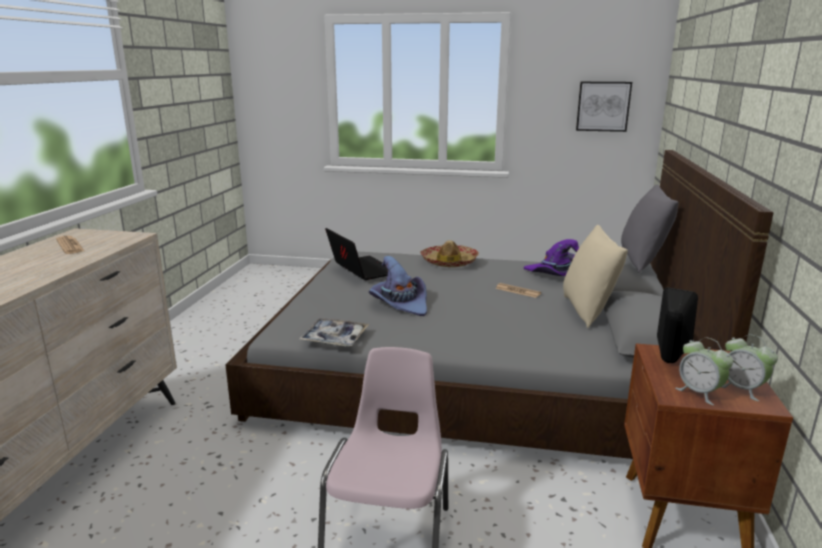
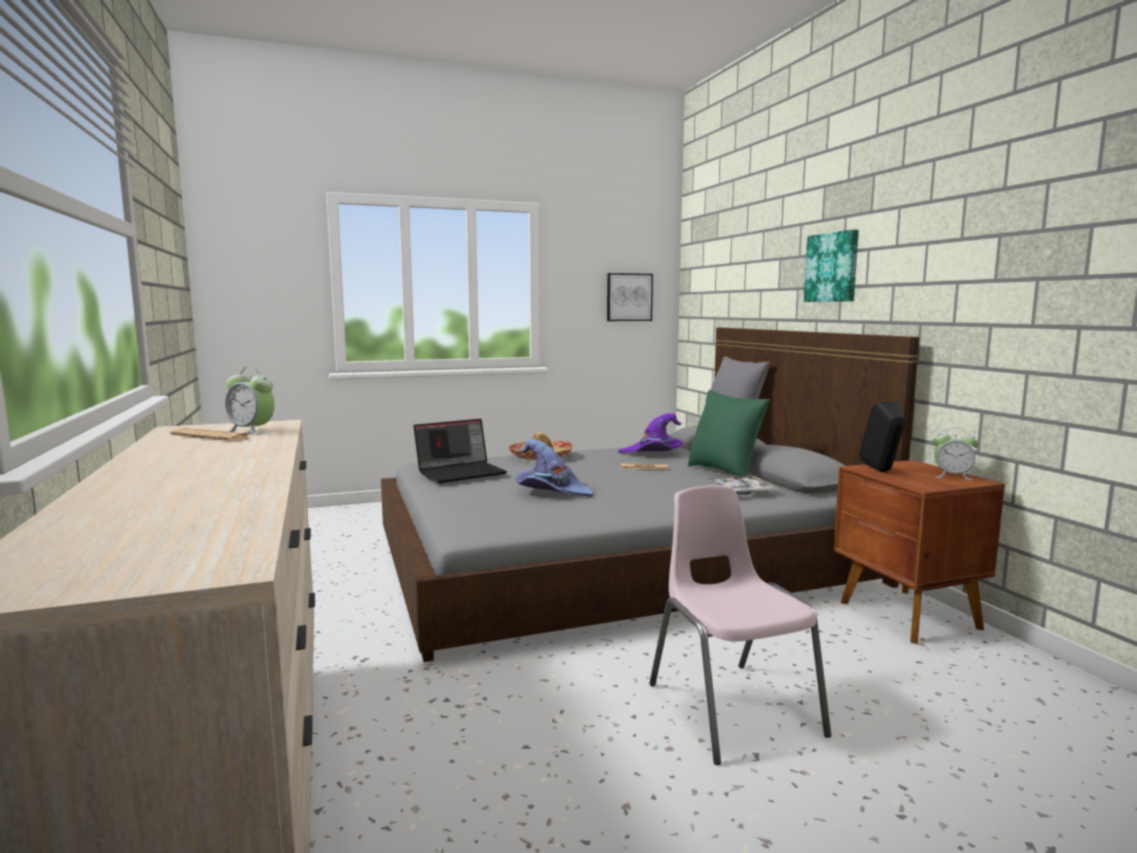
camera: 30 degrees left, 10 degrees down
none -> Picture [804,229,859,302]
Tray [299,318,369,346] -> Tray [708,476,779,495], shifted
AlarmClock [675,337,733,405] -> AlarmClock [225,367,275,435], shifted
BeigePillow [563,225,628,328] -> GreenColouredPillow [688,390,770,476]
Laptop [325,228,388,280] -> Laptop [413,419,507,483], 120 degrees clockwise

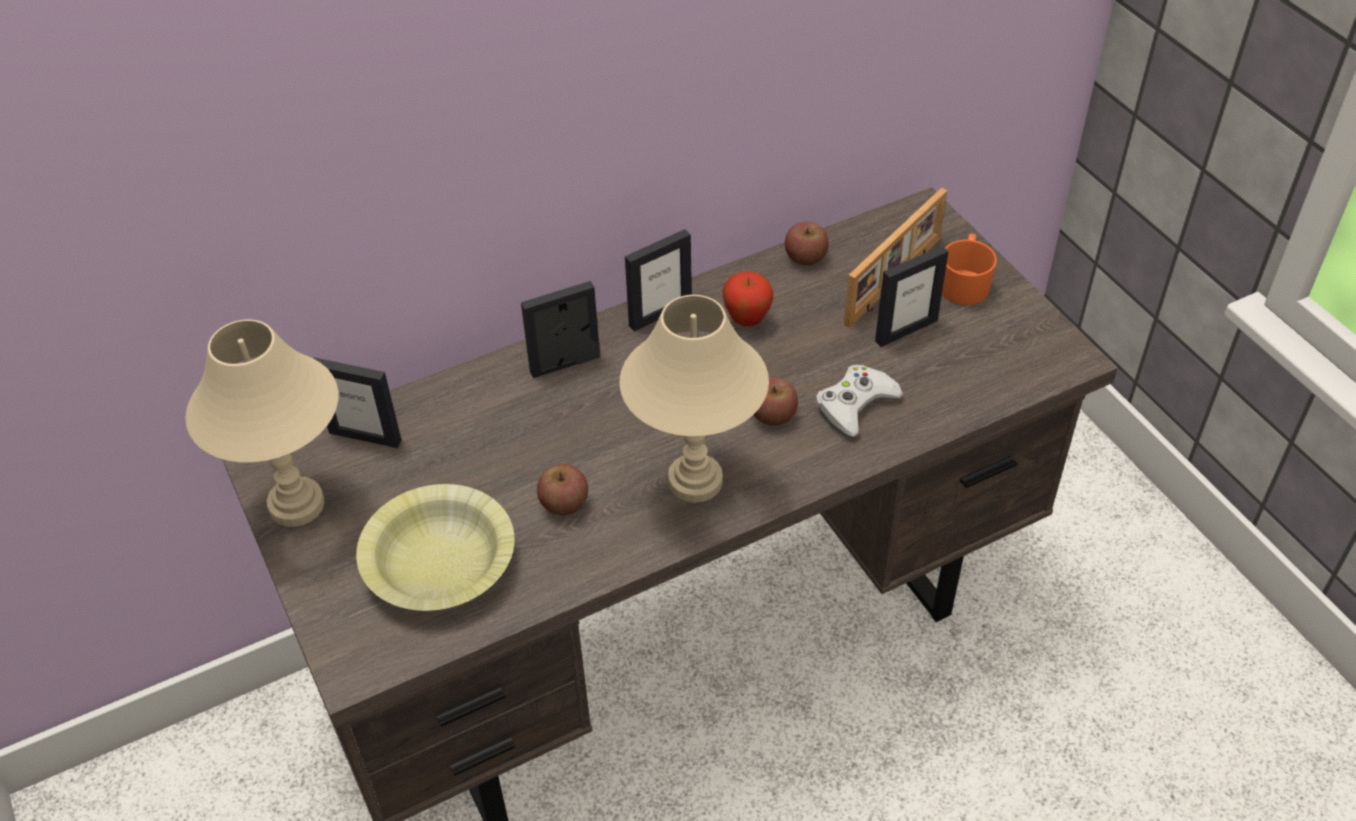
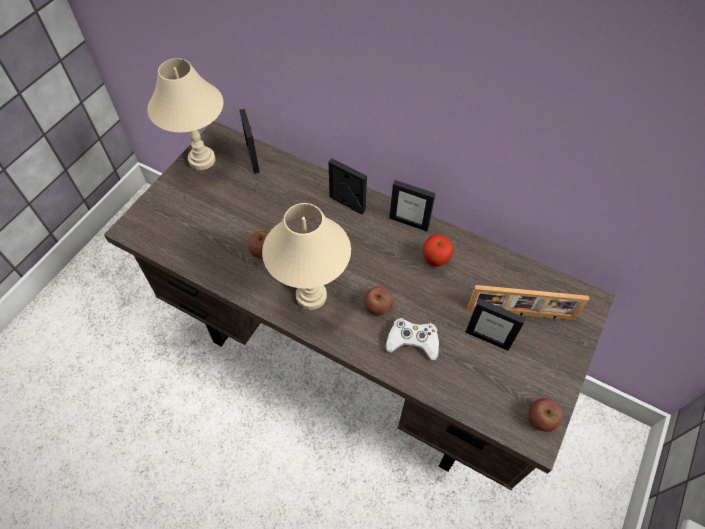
camera: 55 degrees right, 10 degrees up
YellowServingBowl [356,484,515,611] -> none
OrangeColouredCoffeeMug [942,233,997,305] -> none
WholeApple [785,221,829,265] -> WholeApple [529,398,563,432], shifted

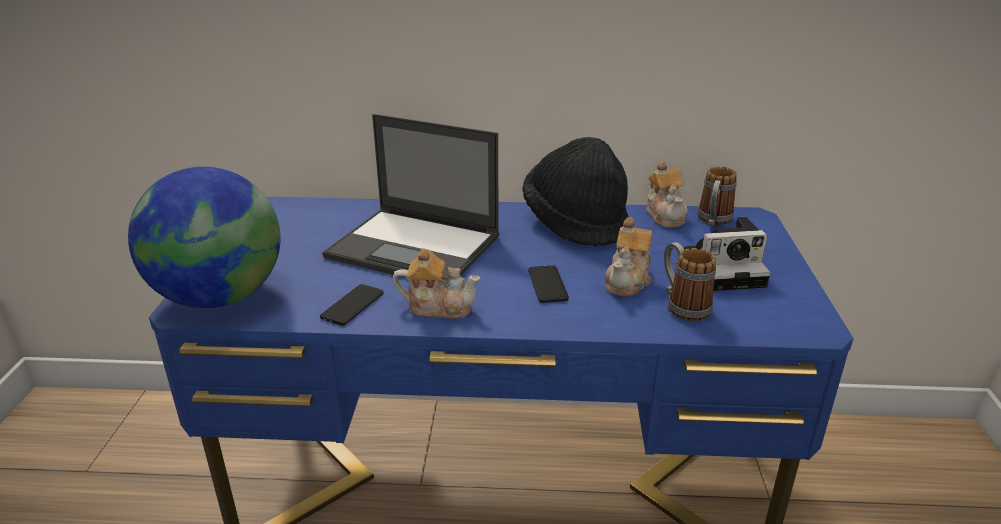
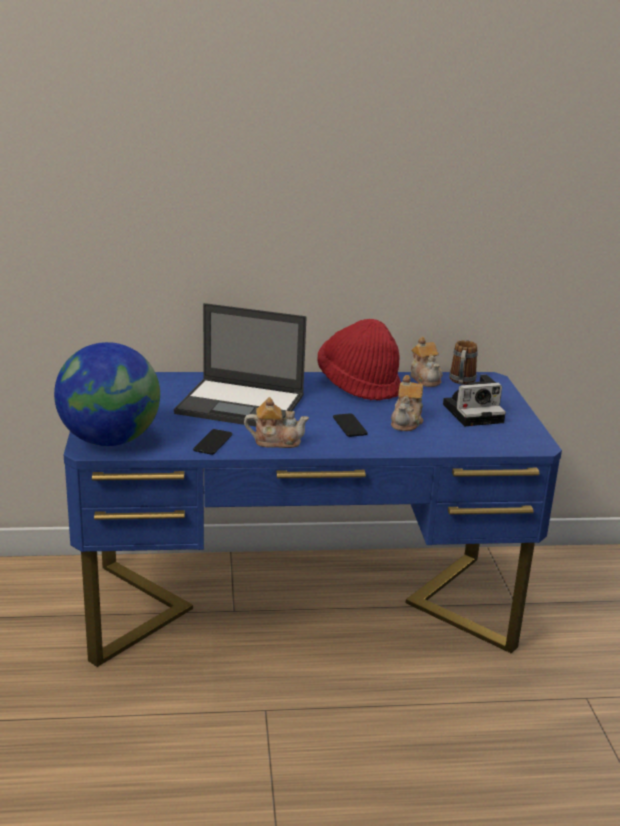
camera: 10 degrees left, 5 degrees down
CoffeeMug [664,242,716,321] -> none
BlackClothingHat [522,137,629,247] -> RedColouredClothingHat [317,319,401,401]

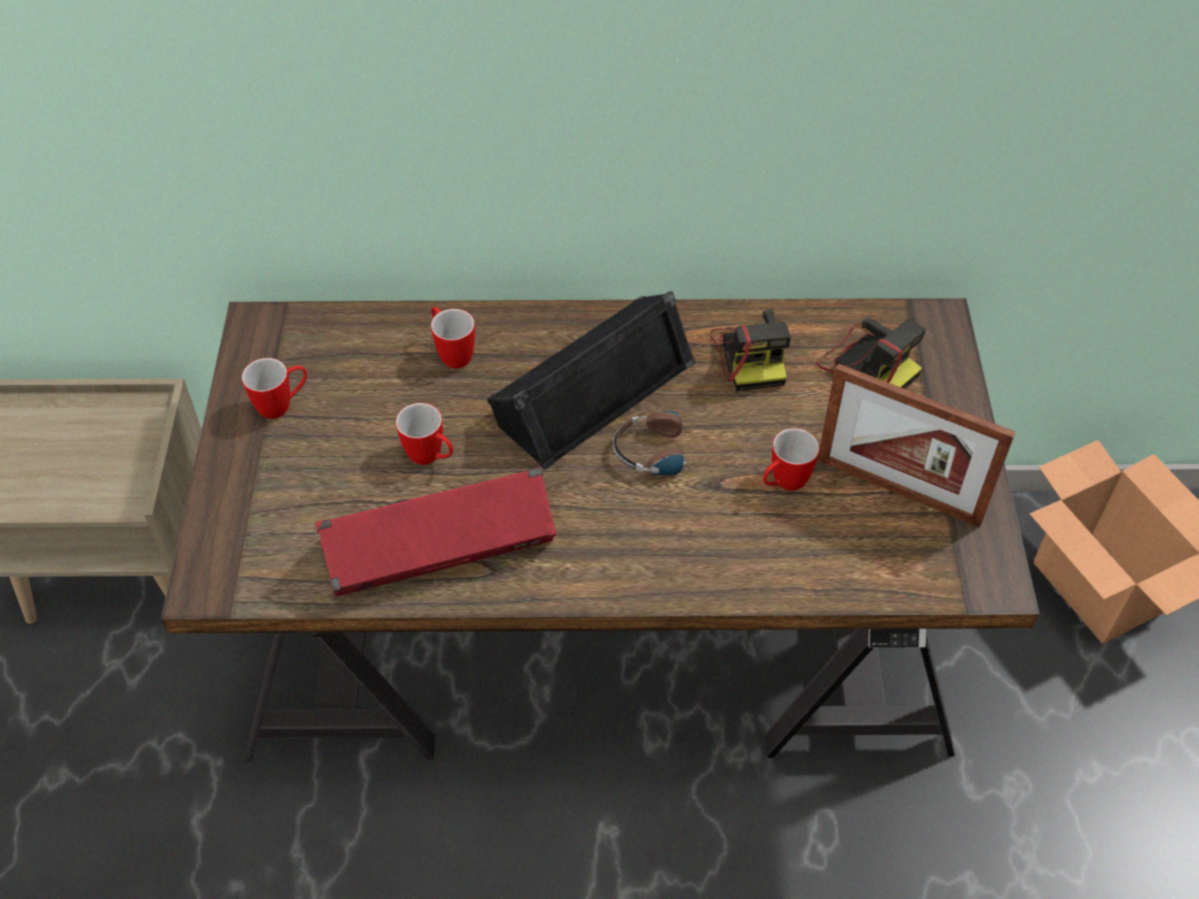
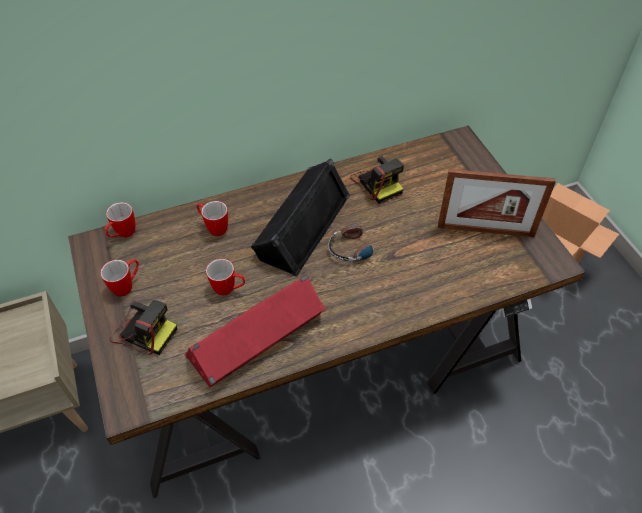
camera: 20 degrees left, 0 degrees up
CoffeeMug [763,428,820,491] -> CoffeeMug [105,202,136,238], shifted
PhotoCamera [817,315,926,389] -> PhotoCamera [110,300,177,355], shifted

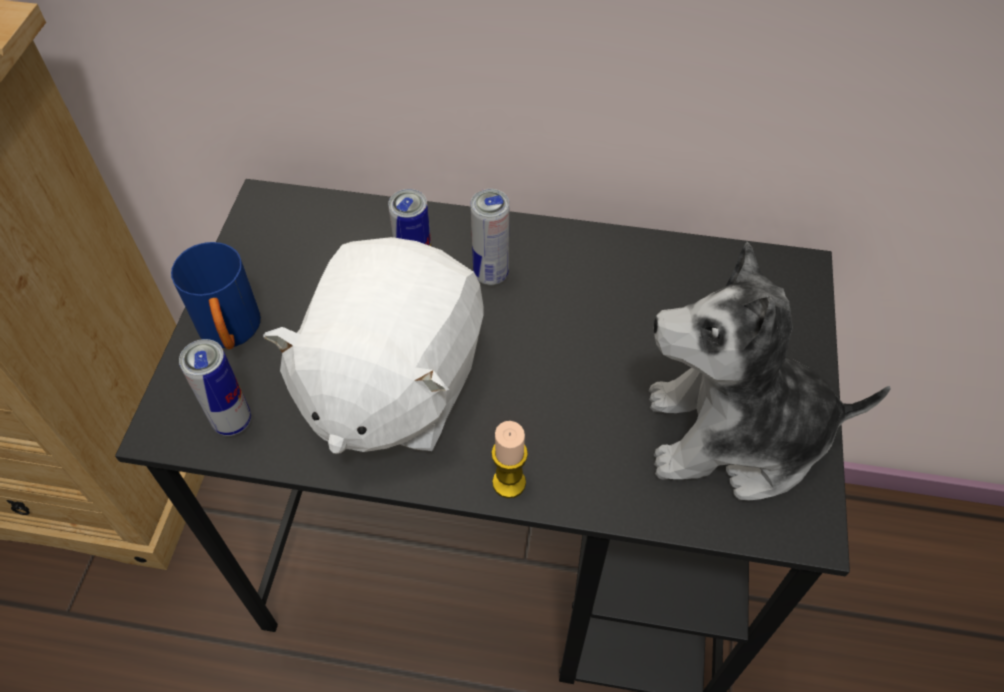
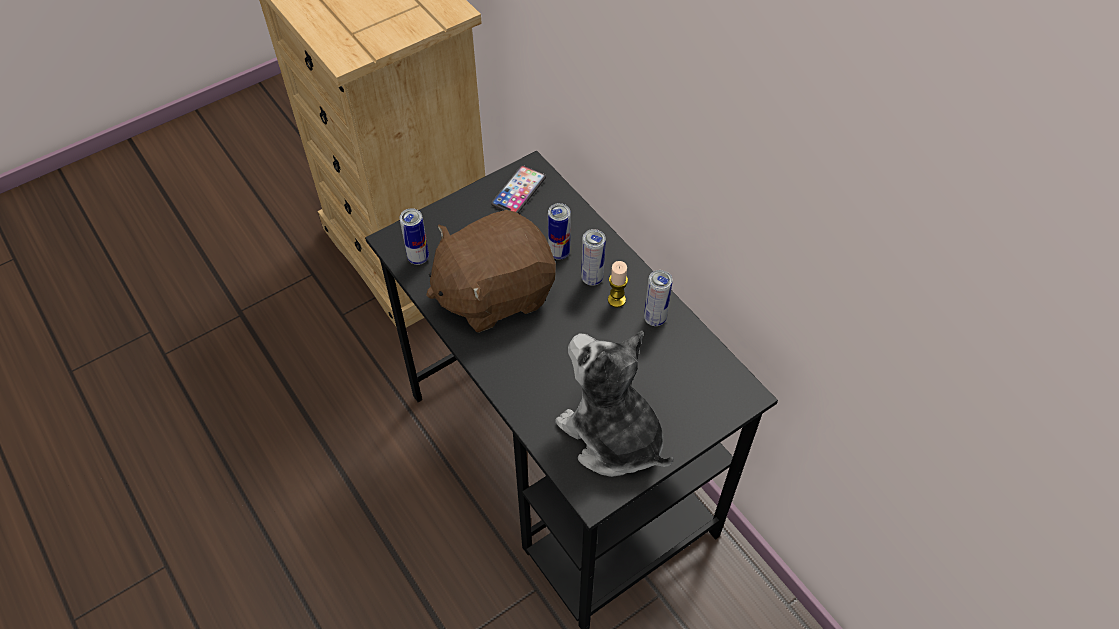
camera: 45 degrees right, 0 degrees up
BlueCoffeeMug [171,242,261,349] -> none
none -> Telephone [491,165,546,213]
none -> SealedCan [644,270,672,326]
WaxCandle [491,421,528,498] -> WaxCandle [608,261,628,308], shifted
WhiteColouredPlushToy [263,237,483,454] -> BrownishPlushToy [426,210,556,333]

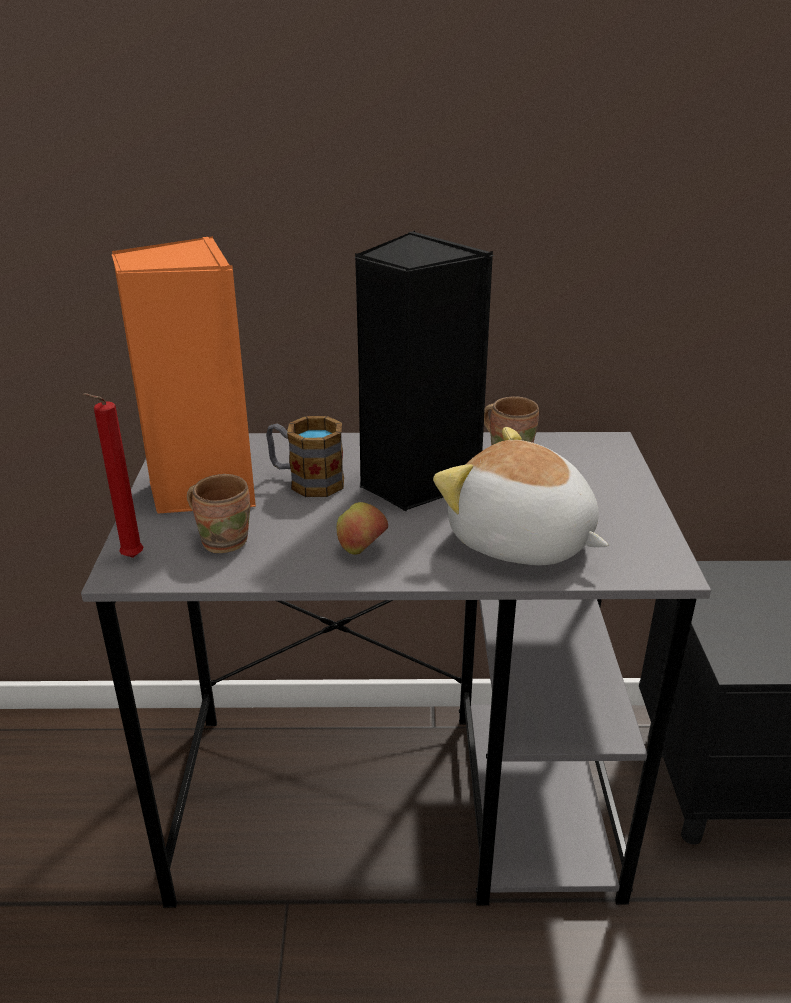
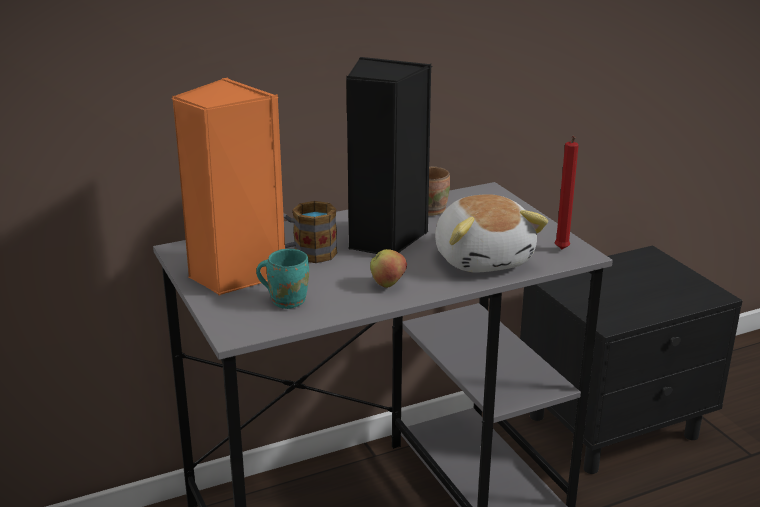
camera: 25 degrees left, 5 degrees down
RedColouredWaxCandle [83,393,143,558] -> RedColouredWaxCandle [555,135,579,249], shifted
BrownishCoffeeMug [187,474,250,553] -> TurquoiseColouredCoffeeMug [256,249,309,309]
PlushToy [433,427,608,565] -> PlushToy [435,194,548,273], 120 degrees counterclockwise

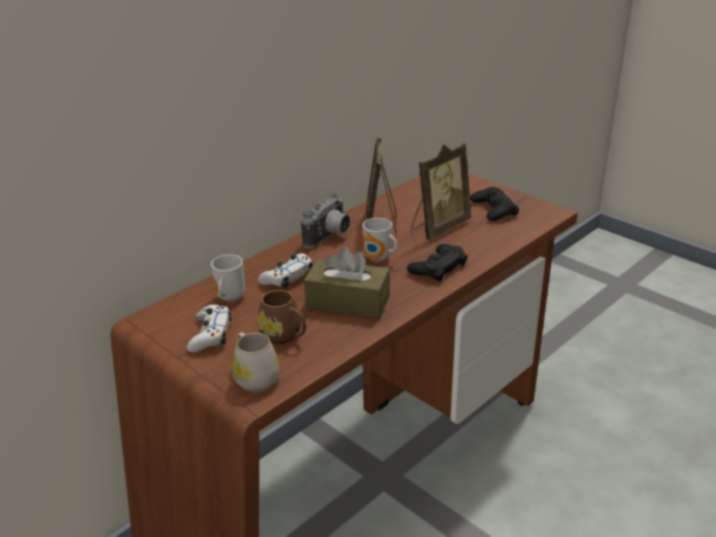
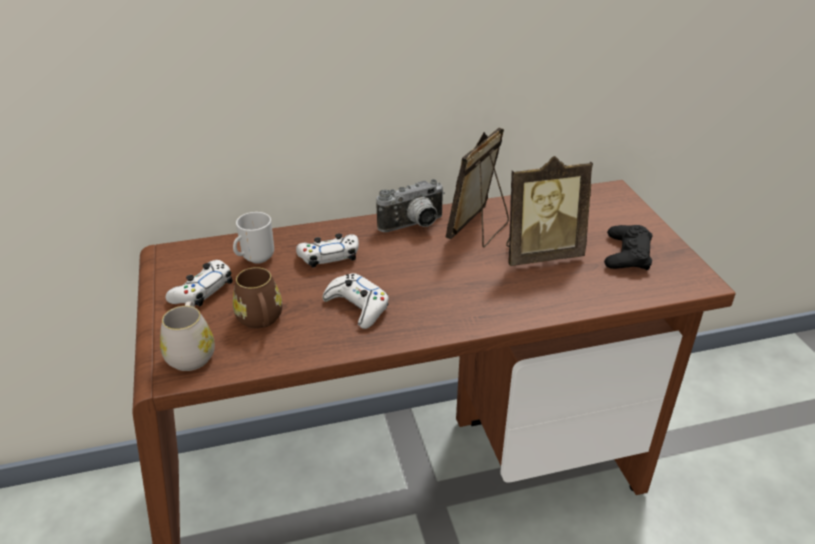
camera: 30 degrees right, 5 degrees up
CoffeeMug [362,218,398,262] -> none
BlackGamepad [407,244,468,282] -> none
BrownishTissueBox [304,246,390,318] -> WhiteColouredGamepad [323,273,389,329]

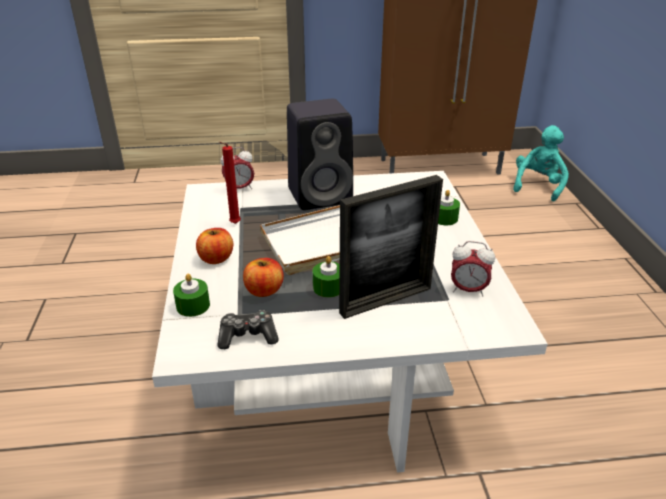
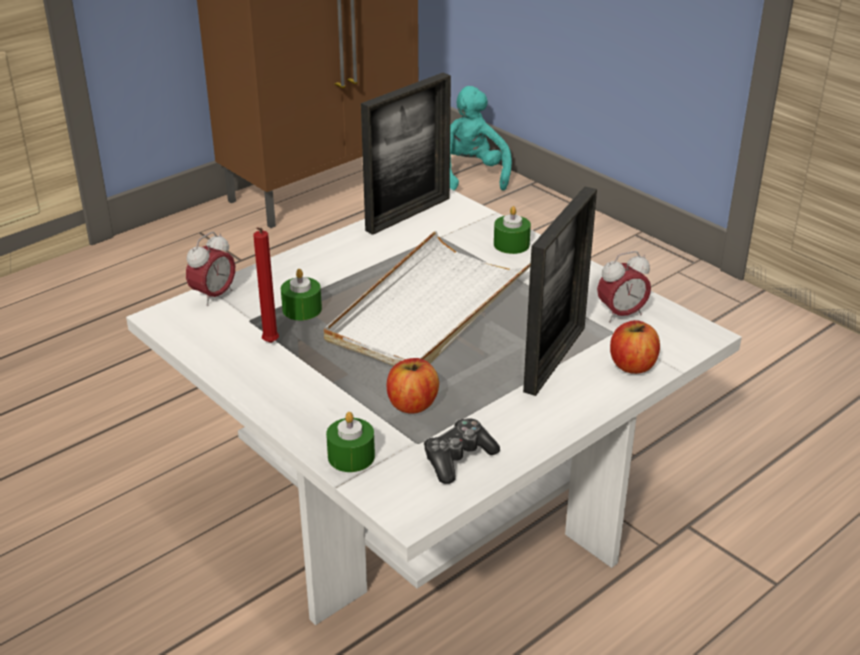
camera: 35 degrees left, 0 degrees up
BlackAudioSpeaker [287,99,353,210] -> none
none -> PictureFrame [361,73,451,235]
WholeApple [196,228,233,264] -> WholeApple [610,320,660,374], shifted
GreenColouredWaxCandle [313,256,340,298] -> GreenColouredWaxCandle [281,269,322,320], shifted

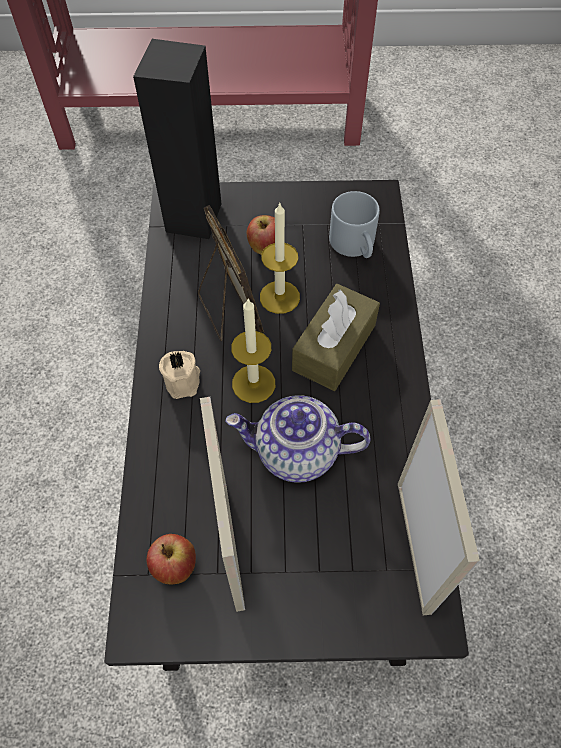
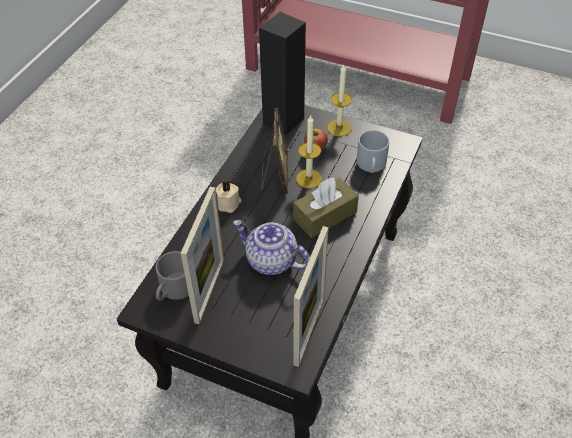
camera: 25 degrees right, 10 degrees down
WaxCandle [231,298,275,403] -> WaxCandle [327,65,352,136], shifted
WholeApple [147,534,196,584] -> GreyishCoffeeMug [156,251,189,301]

